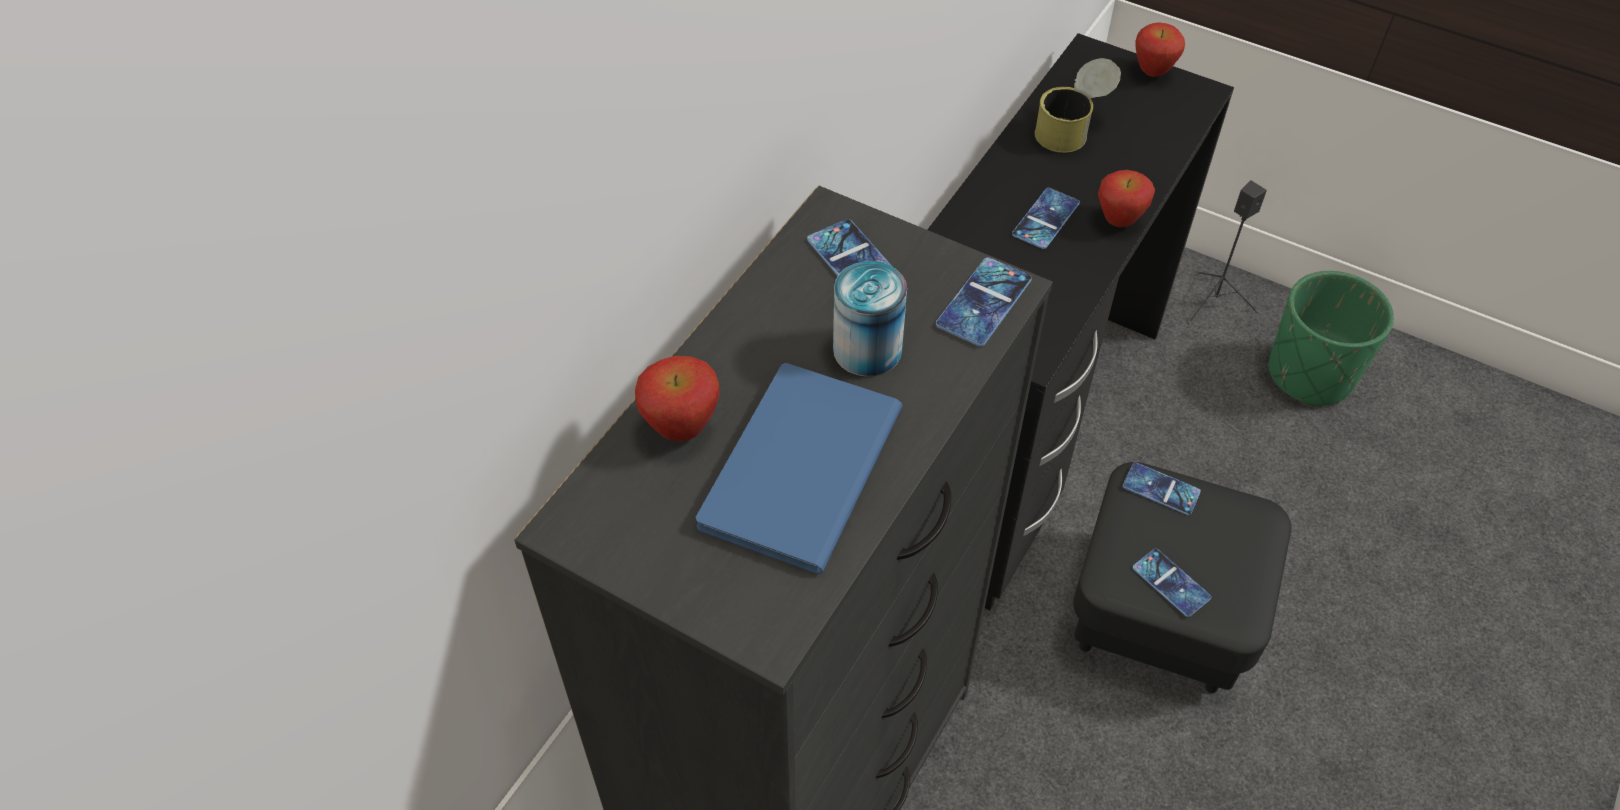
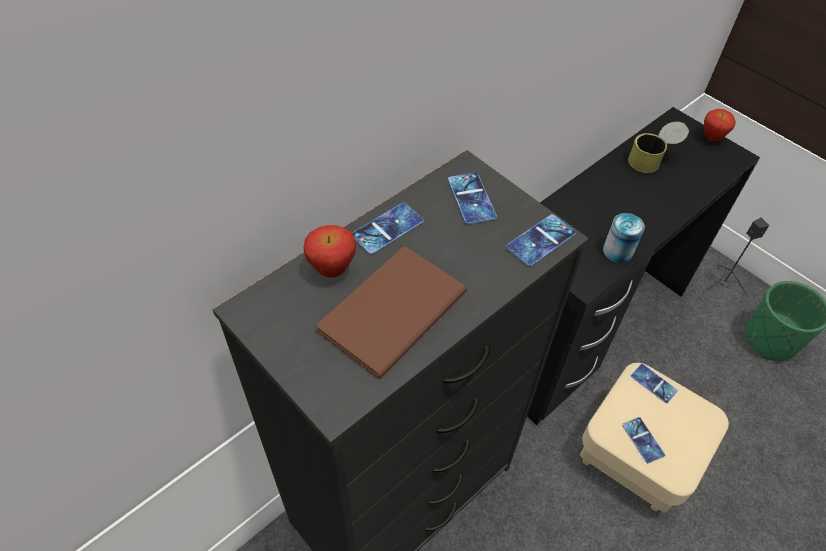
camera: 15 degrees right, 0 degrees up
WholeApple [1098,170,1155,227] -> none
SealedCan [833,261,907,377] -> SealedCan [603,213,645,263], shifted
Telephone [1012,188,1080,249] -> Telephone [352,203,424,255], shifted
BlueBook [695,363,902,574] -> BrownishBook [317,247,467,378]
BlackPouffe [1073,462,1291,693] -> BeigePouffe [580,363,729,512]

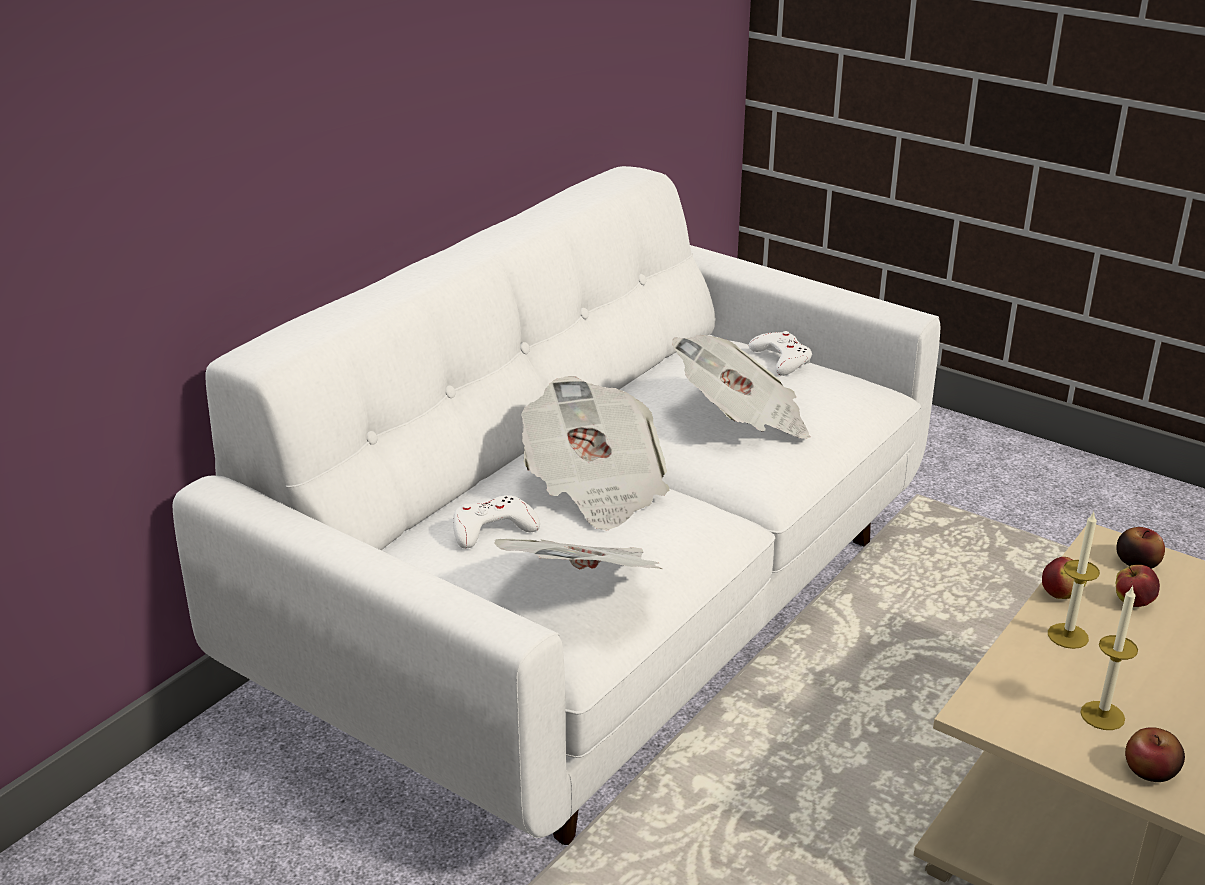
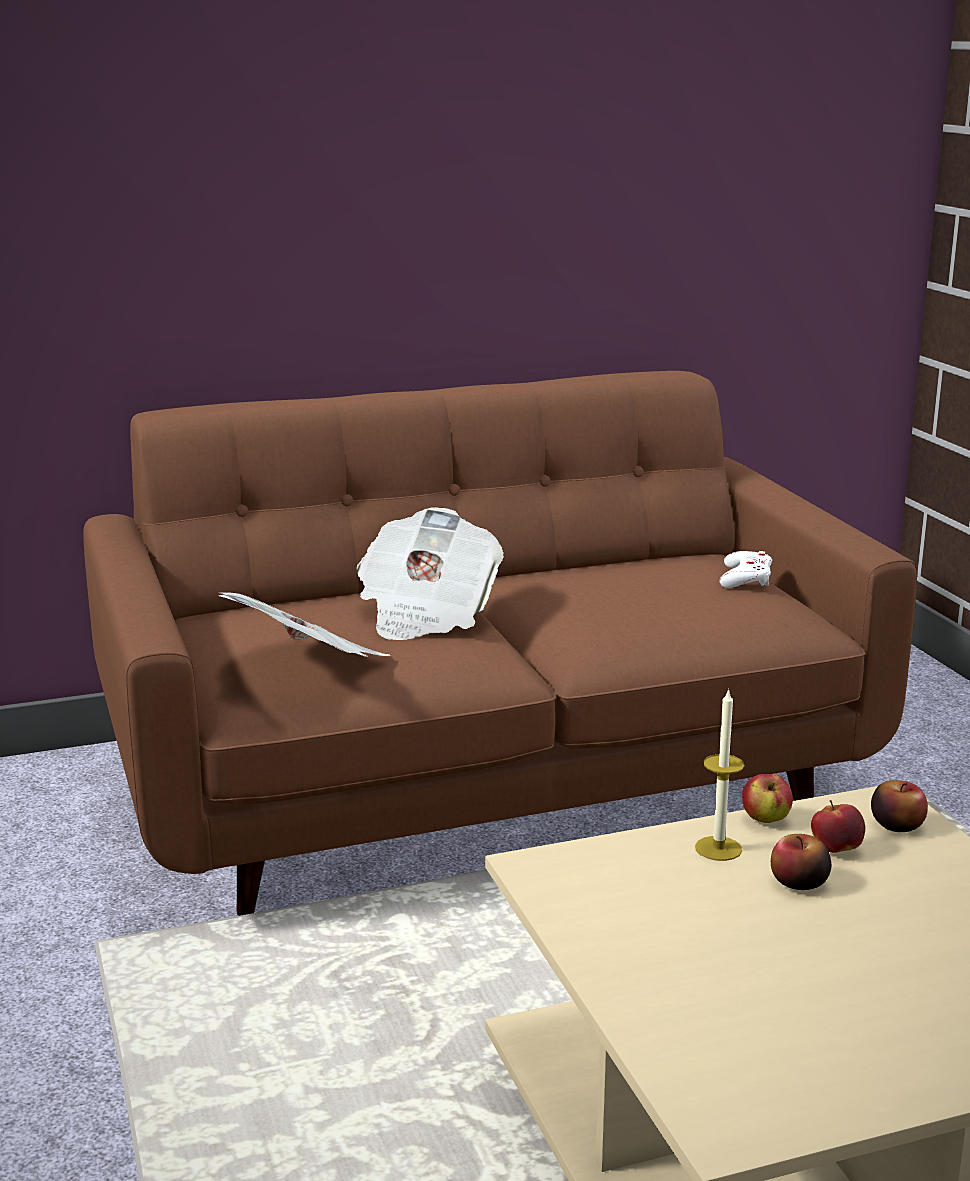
camera: 35 degrees right, 10 degrees down
WhiteColouredGamepad [453,495,540,549] -> none
PrintedPaper [672,335,810,439] -> none
WaxCandle [1080,586,1138,730] -> none
WholeApple [1125,727,1185,782] -> WholeApple [771,834,831,890], shifted
WhiteColouredCouch [173,166,940,845] -> BrownishCouch [83,371,917,916]

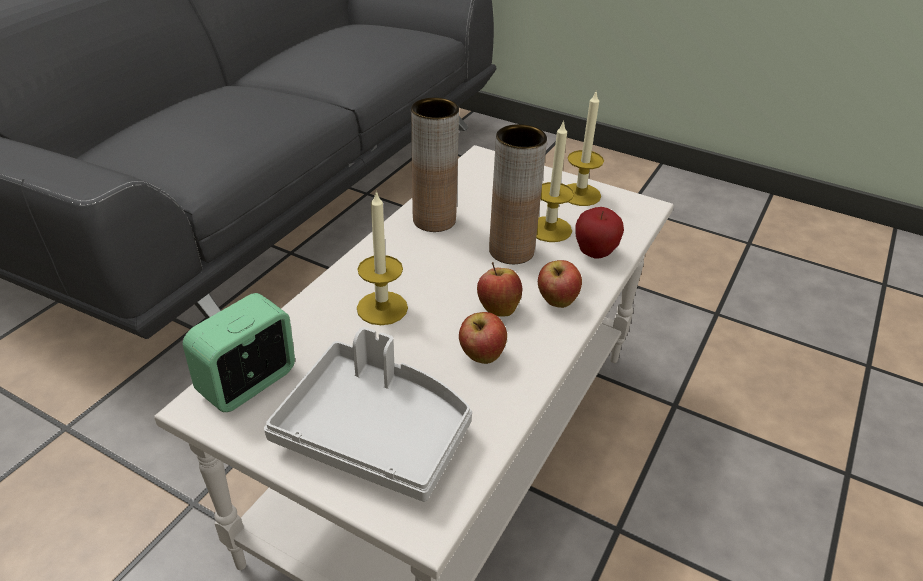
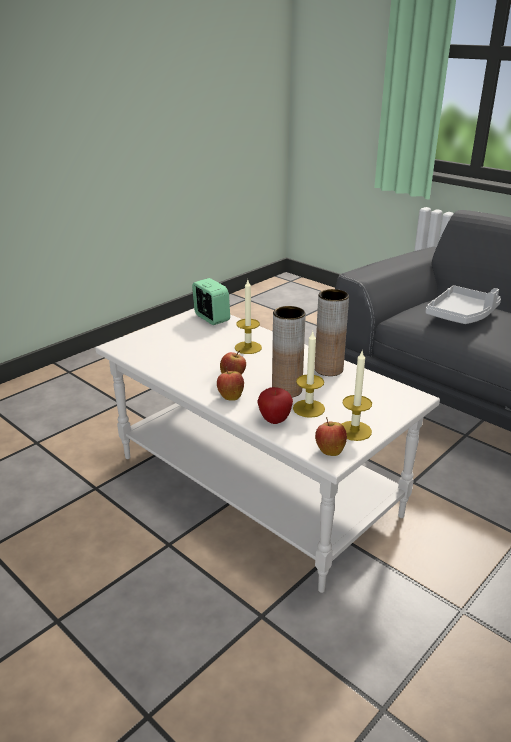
camera: 105 degrees right, 10 degrees down
GreyishTray [264,327,472,502] -> GreyishTray [425,285,501,324], shifted
WholeApple [459,312,507,364] -> WholeApple [315,417,347,456], shifted

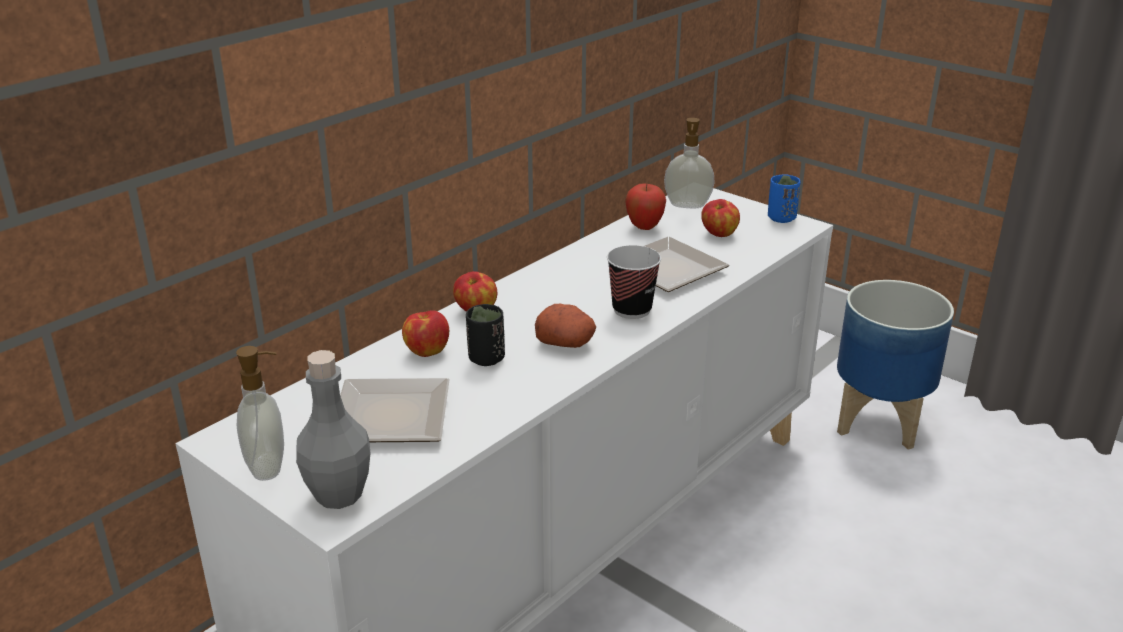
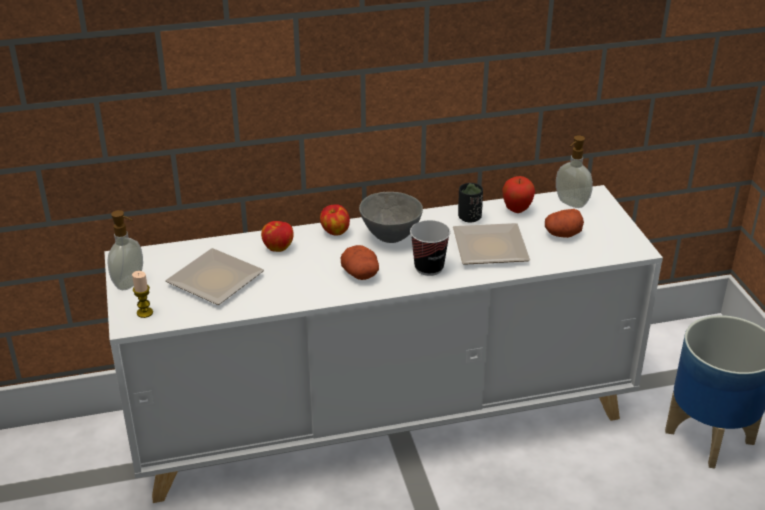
camera: 35 degrees right, 5 degrees up
BlueCup [768,174,801,223] -> none
none -> GreyishServingBowl [359,192,423,243]
BlackCup [466,304,505,366] -> BlackCup [458,183,483,223], shifted
GreyishDrinkBottle [296,350,371,509] -> WaxCandle [132,271,153,318]
WholeApple [701,199,740,237] -> Potato [545,209,584,238]

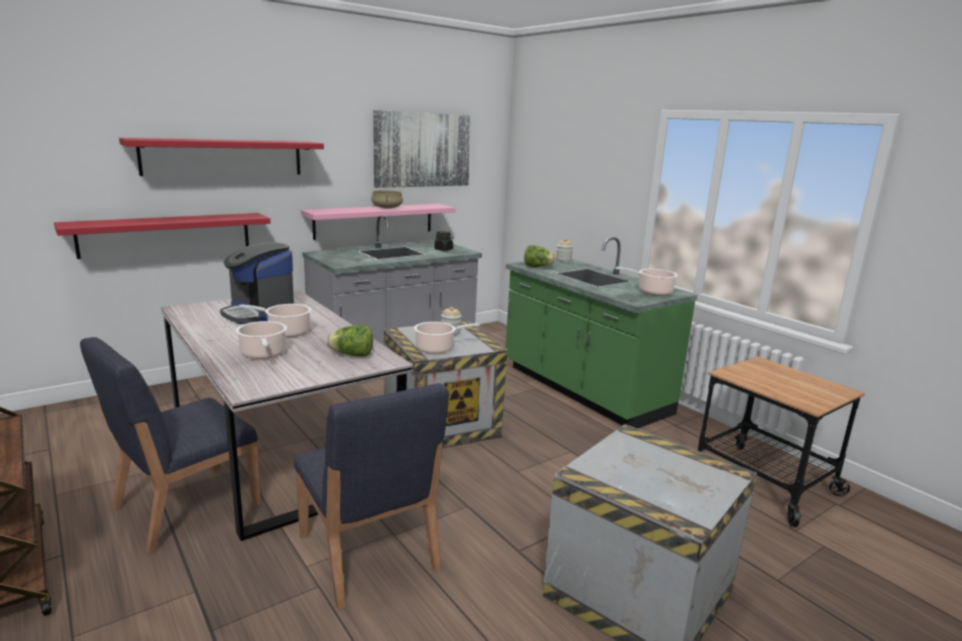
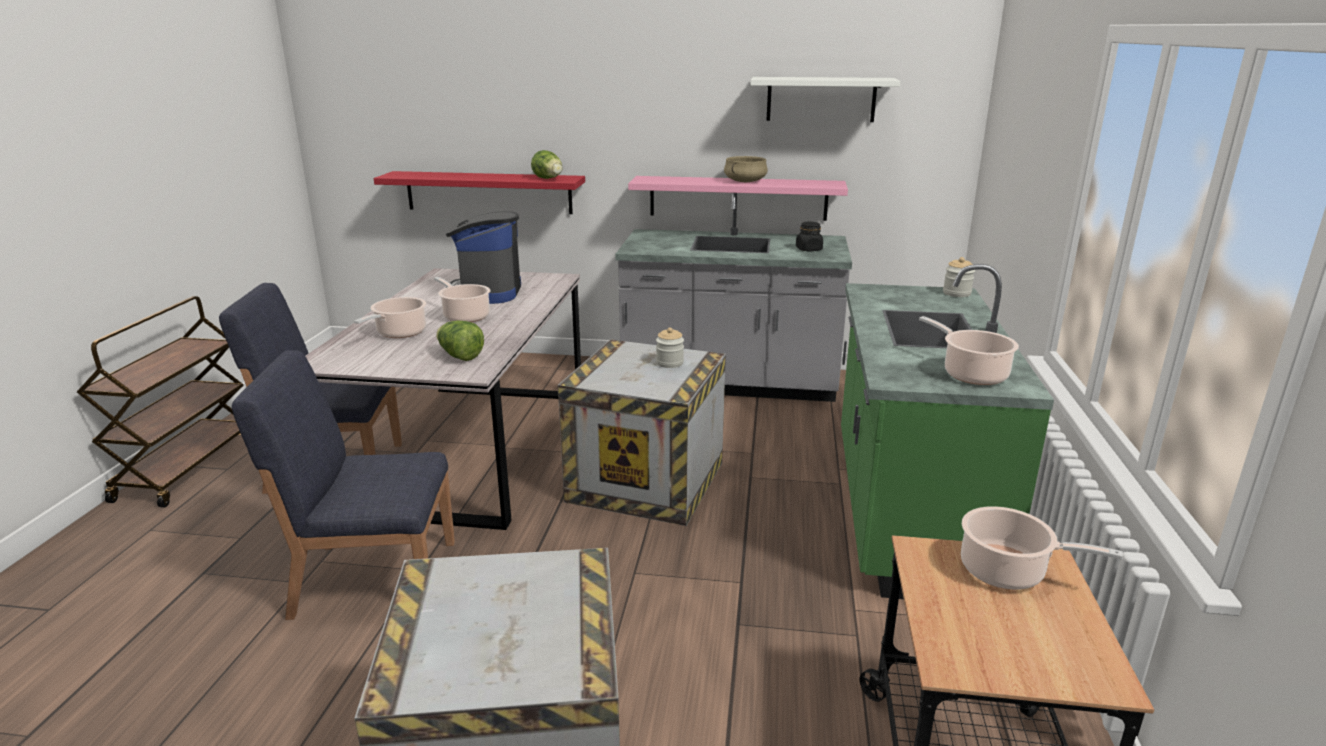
camera: 45 degrees right, 5 degrees up
RedColouredShelf [119,138,324,176] -> none
Stockpot [414,322,480,354] -> Stockpot [961,506,1123,590], shifted
LettuceHead [524,245,555,267] -> LettuceHead [531,150,563,179], shifted
Picture [373,110,471,188] -> WhiteColouredShelf [751,77,900,122]
BlueUprightChair [294,383,449,610] -> BlueUprightChair [232,350,455,620], 75 degrees clockwise

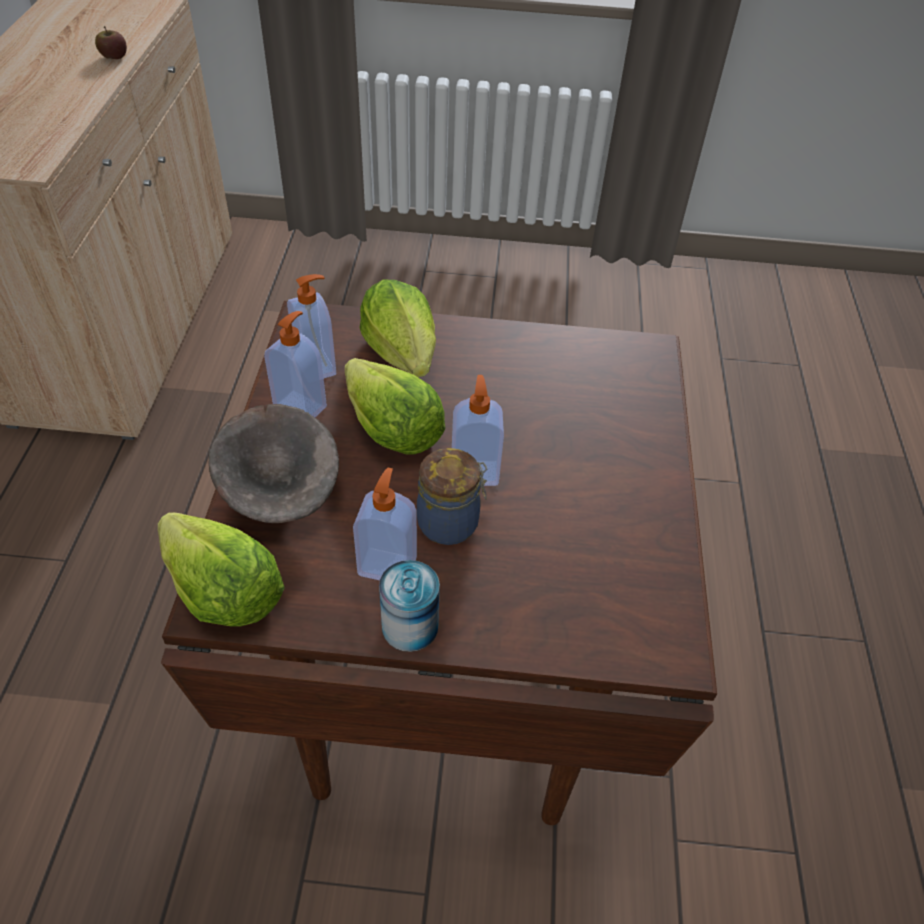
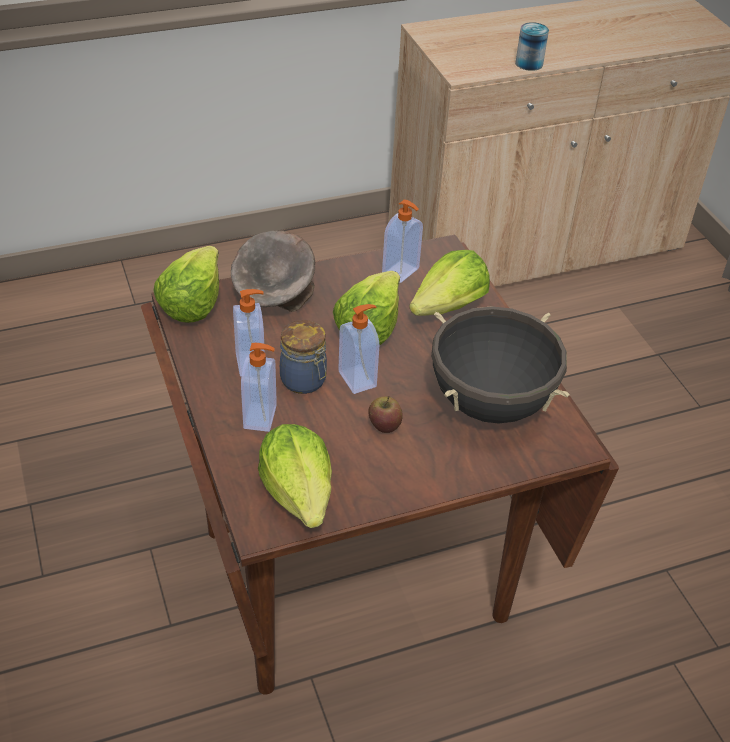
camera: 65 degrees right, 5 degrees down
none -> LettuceHead [258,424,332,528]
none -> BlackStockpot [431,306,570,423]
WholeApple [95,26,127,59] -> WholeApple [368,396,403,433], shifted
SoapDispenser [264,311,327,417] -> SoapDispenser [241,343,277,432], shifted
SealedCan [379,560,440,652] -> SealedCan [515,22,549,71], shifted

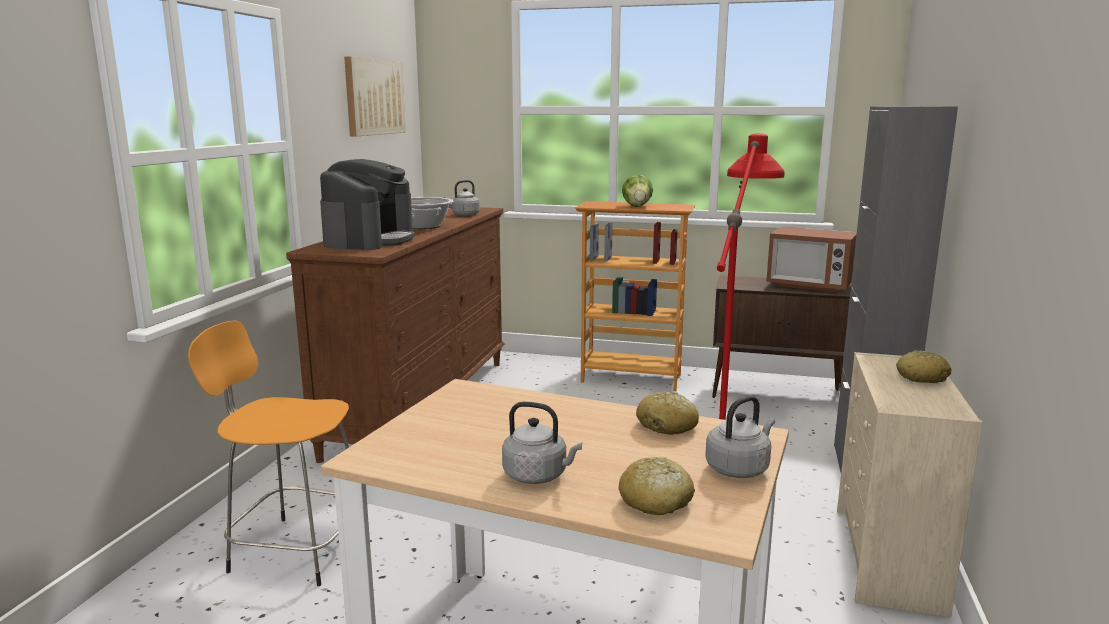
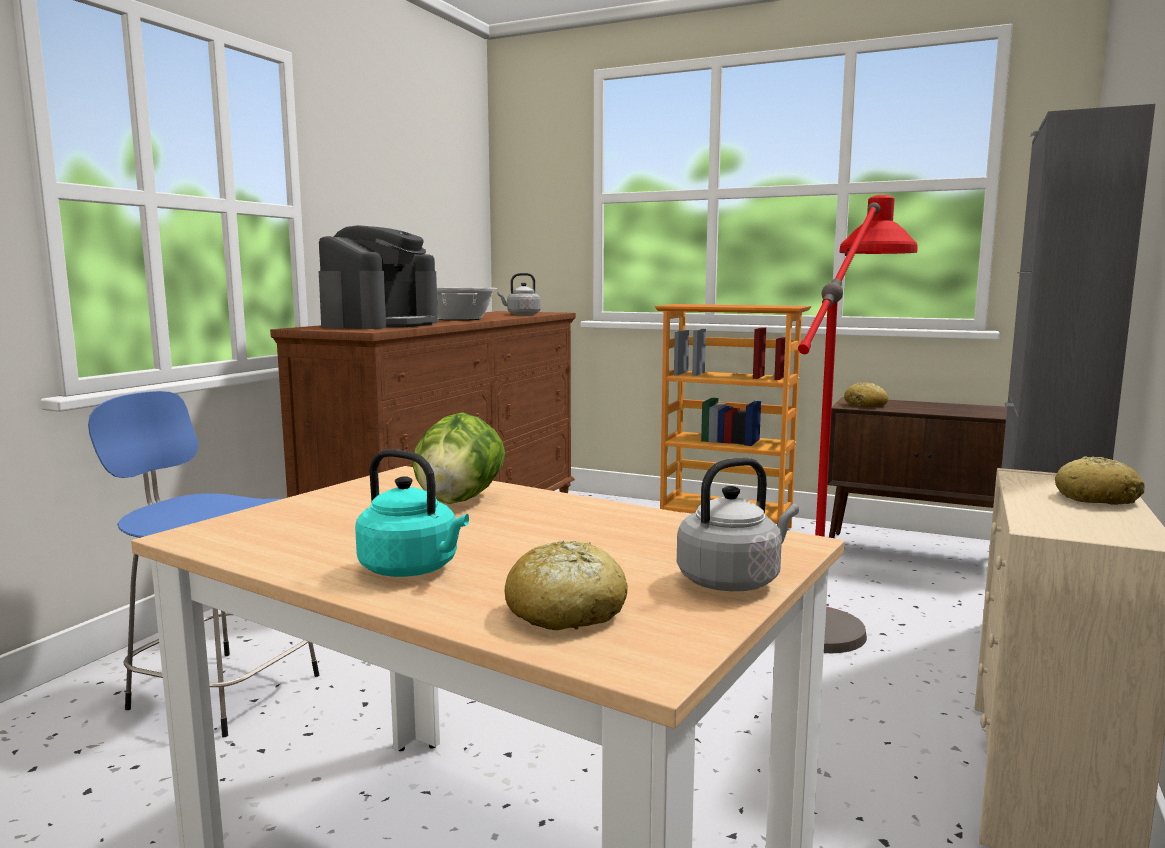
camera: 10 degrees right, 5 degrees down
Picture [344,56,406,136] -> none
MicrowaveOven [766,227,857,293] -> none
LettuceHead [622,174,653,207] -> LettuceHead [412,412,505,504], shifted
Bread [636,392,699,435] -> Bread [844,382,888,407], shifted
OrangeColouredSittingStool [188,321,349,586] -> BlueSittingStool [88,391,319,737]
GreyishWaterKettle [502,402,582,484] -> TurquoiseColouredWaterKettle [355,449,469,577]

